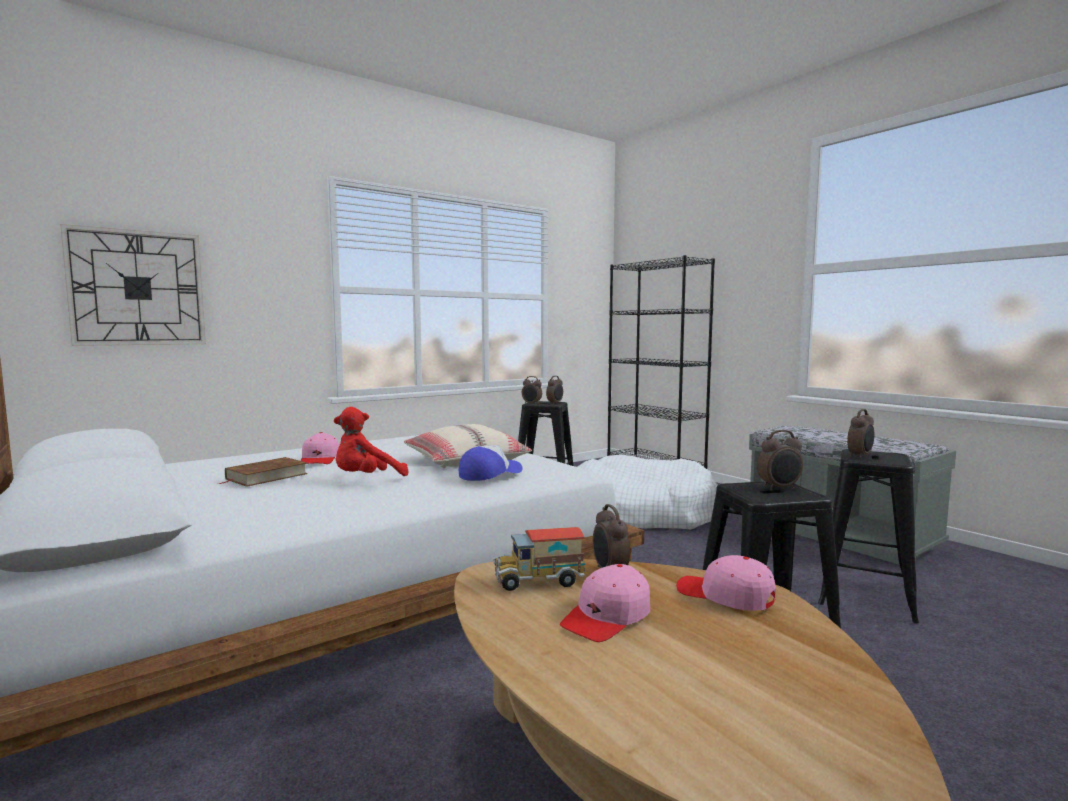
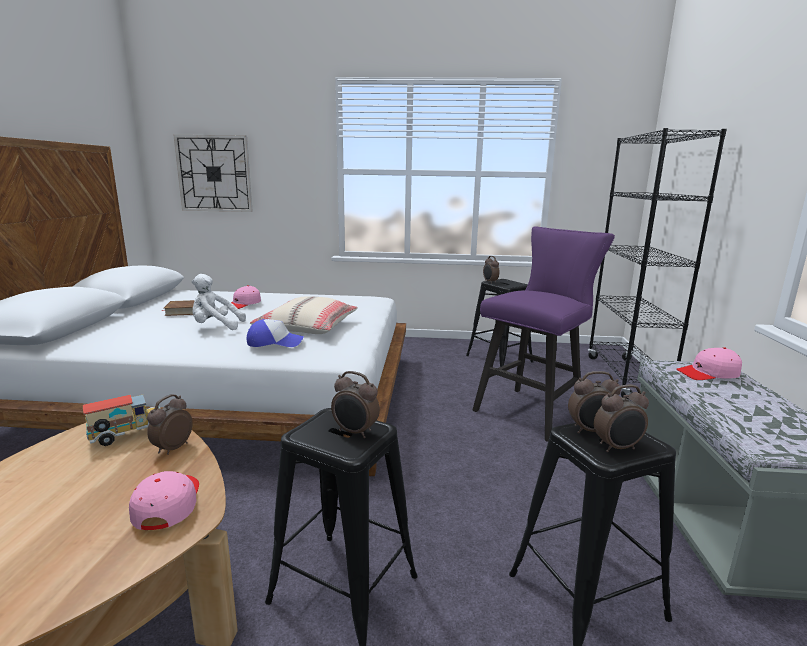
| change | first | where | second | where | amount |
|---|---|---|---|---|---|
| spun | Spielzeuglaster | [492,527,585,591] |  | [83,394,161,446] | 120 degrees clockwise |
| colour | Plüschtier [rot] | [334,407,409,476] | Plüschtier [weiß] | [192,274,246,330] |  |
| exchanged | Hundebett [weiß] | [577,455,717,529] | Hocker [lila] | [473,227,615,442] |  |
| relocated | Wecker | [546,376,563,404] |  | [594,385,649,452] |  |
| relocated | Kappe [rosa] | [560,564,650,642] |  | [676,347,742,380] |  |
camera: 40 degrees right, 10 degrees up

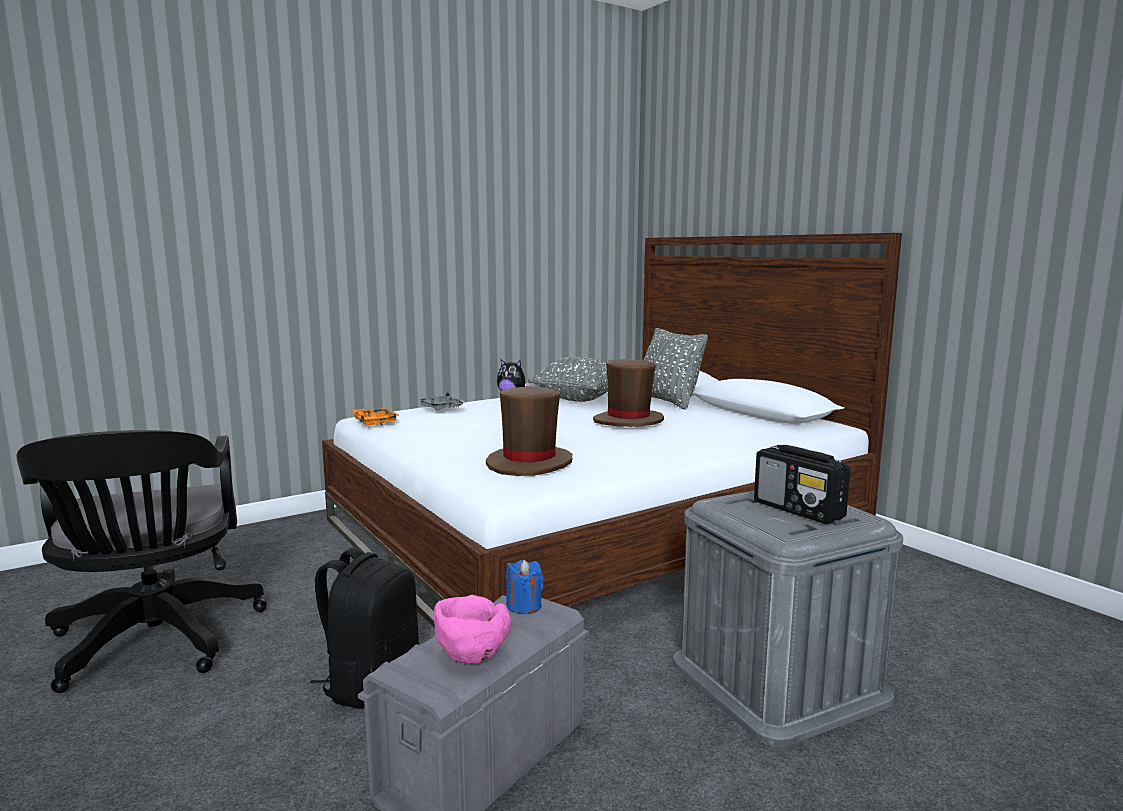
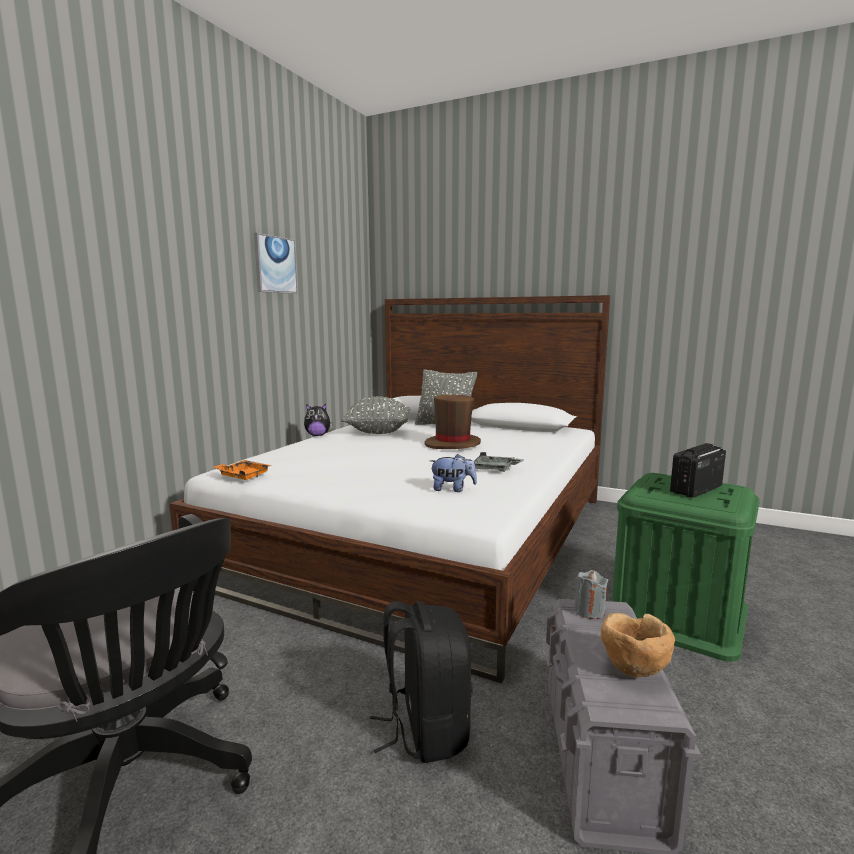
| change | first | where | second | where | amount |
|---|---|---|---|---|---|
| appeared |  |  | Bild | [254,233,298,294] |  |
| exchanged | Hut [braun] | [486,386,573,476] | Plüschtier | [430,454,477,492] |  |
| relocated | Tablett [grau] | [417,392,466,410] |  | [473,452,524,472] |  |
| colour | Kerze [blau] | [506,560,544,614] | Kerze [grau] | [574,570,608,619] |  |
| colour | Schüssel [rosa] | [434,595,512,664] | Schüssel [braun] | [601,613,675,678] |  |
| colour | Aufbewahrungsbox [grau] | [673,490,903,747] | Aufbewahrungsbox [grün] | [612,473,760,662] |  |
| spun | Radio | [754,445,850,524] |  | [670,443,726,498] | 120 degrees clockwise |
camera: 30 degrees left, 0 degrees up

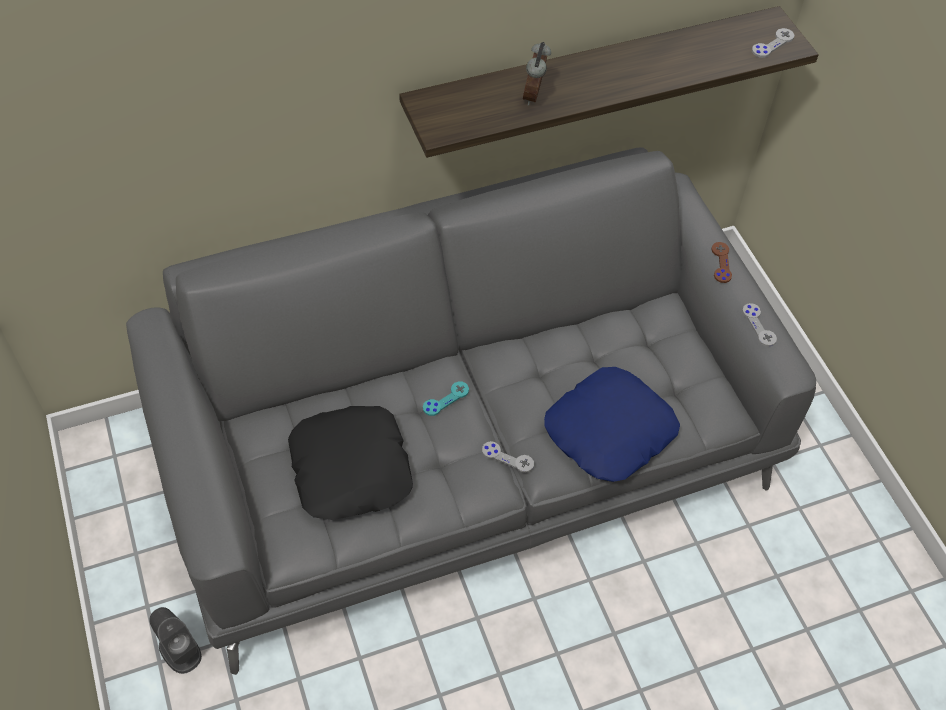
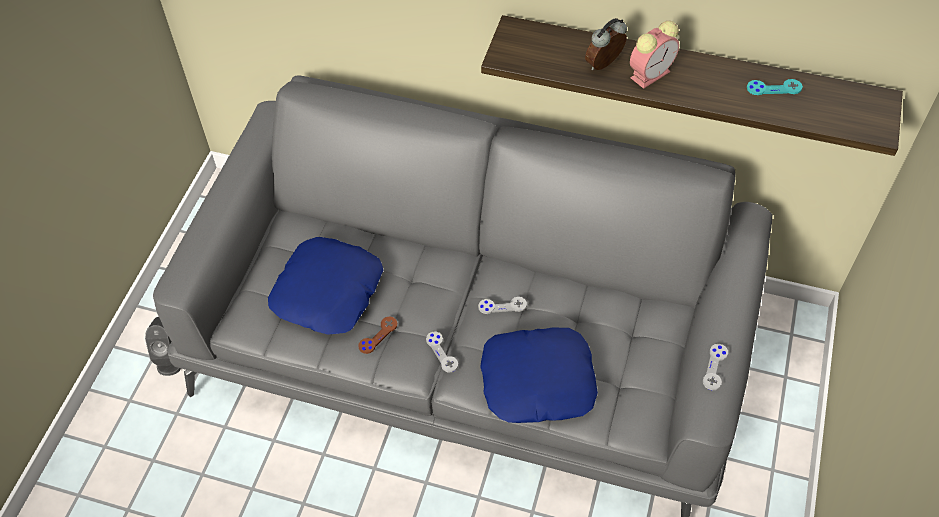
| change | first | where | second | where | amount |
|---|---|---|---|---|---|
| colour | Kissen [schwarz] | [288,406,413,520] | Kissen [blau] | [268,237,383,335] |  |
| relocated | Gamepad [braun] | [711,242,732,283] |  | [358,316,397,354] |  |
| relocated | Gamepad [grau] | [752,28,794,58] |  | [478,297,527,314] |  |
| appeared |  |  | Wecker | [630,21,679,89] |  |
| relocated | Gamepad [türkis] | [423,382,469,416] |  | [747,79,803,95] |  |
camera: 40 degrees right, 0 degrees up

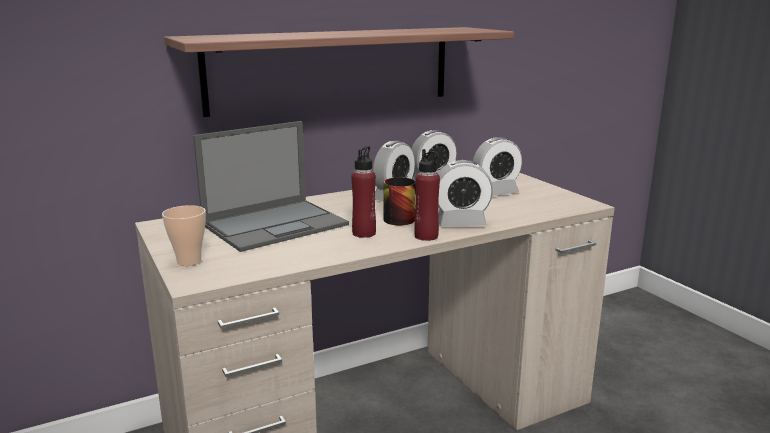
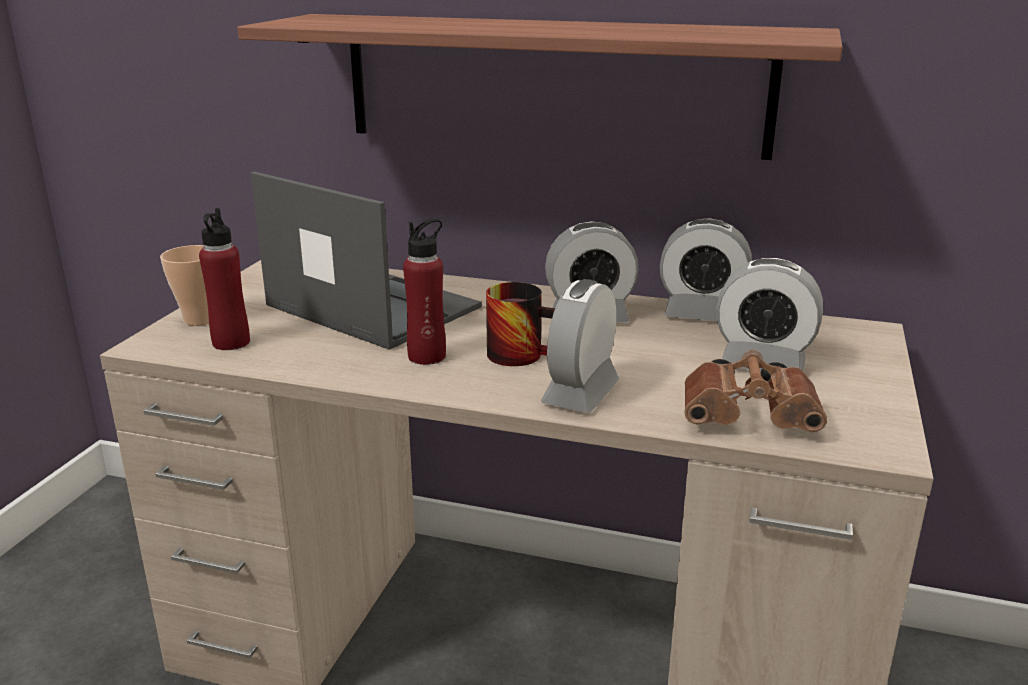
| change | first | where | second | where | amount |
|---|---|---|---|---|---|
| relocated | Flasche [rot] | [414,149,440,241] |  | [199,208,250,350] |  |
| spun | Laptop | [193,121,349,252] |  | [251,172,482,350] | 150 degrees counterclockwise |
| spun | Wecker | [438,160,493,227] |  | [541,279,619,413] | 75 degrees clockwise |
| appeared |  |  | Fernglas [braun] | [684,350,827,432] |  |
camera: 45 degrees right, 5 degrees up

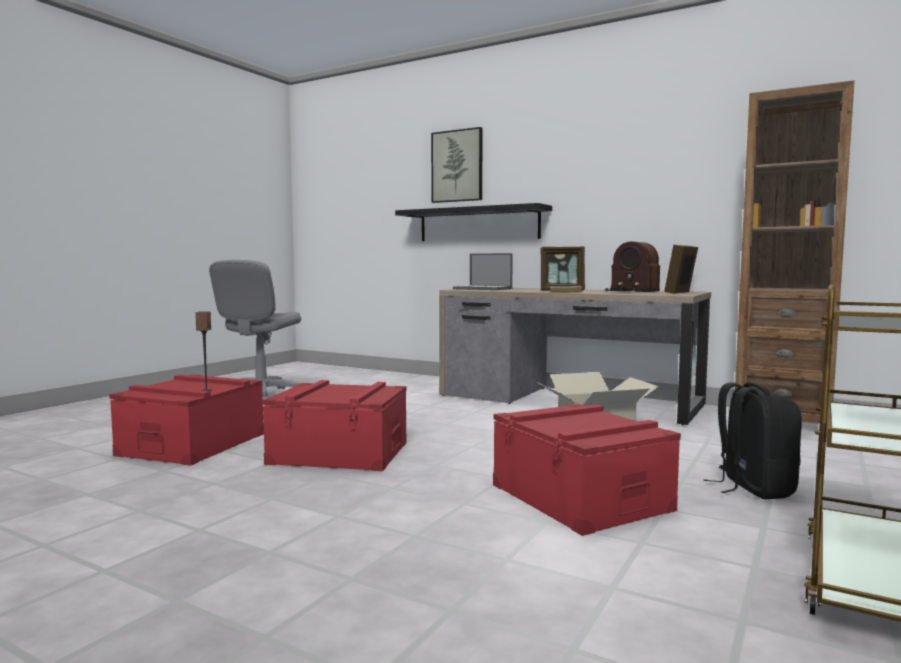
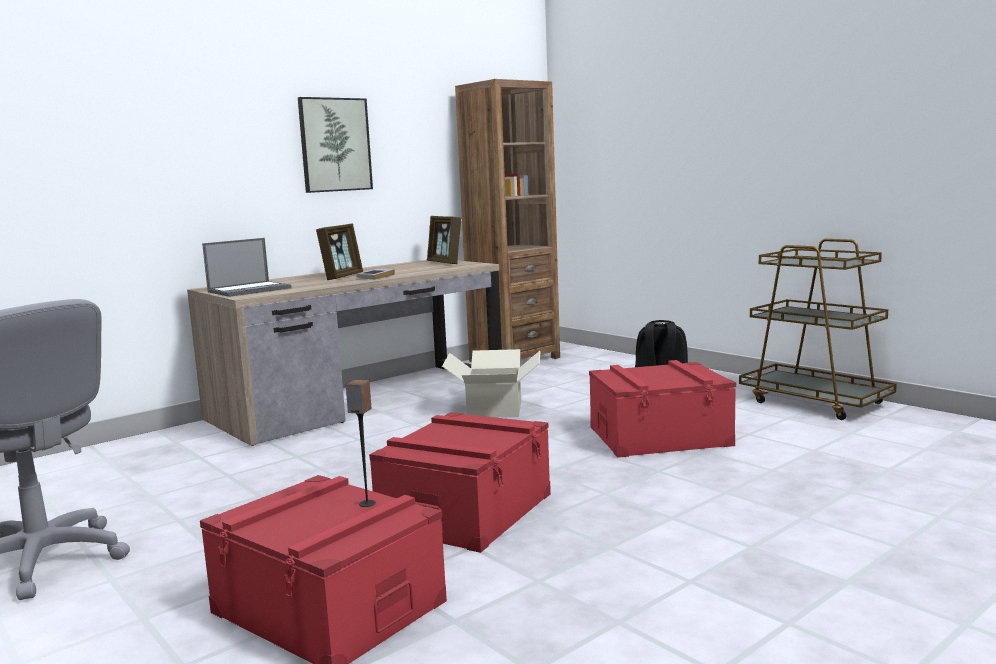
| change | first | where | second | where | amount |
|---|---|---|---|---|---|
| relocated | Bild | [431,127,483,203] |  | [298,97,373,193] |  |
| missing | Wandregal [schwarz] | [395,203,552,241] |  |  |  |
| missing | Radio | [605,242,660,292] |  |  |  |
camera: 70 degrees left, 5 degrees up

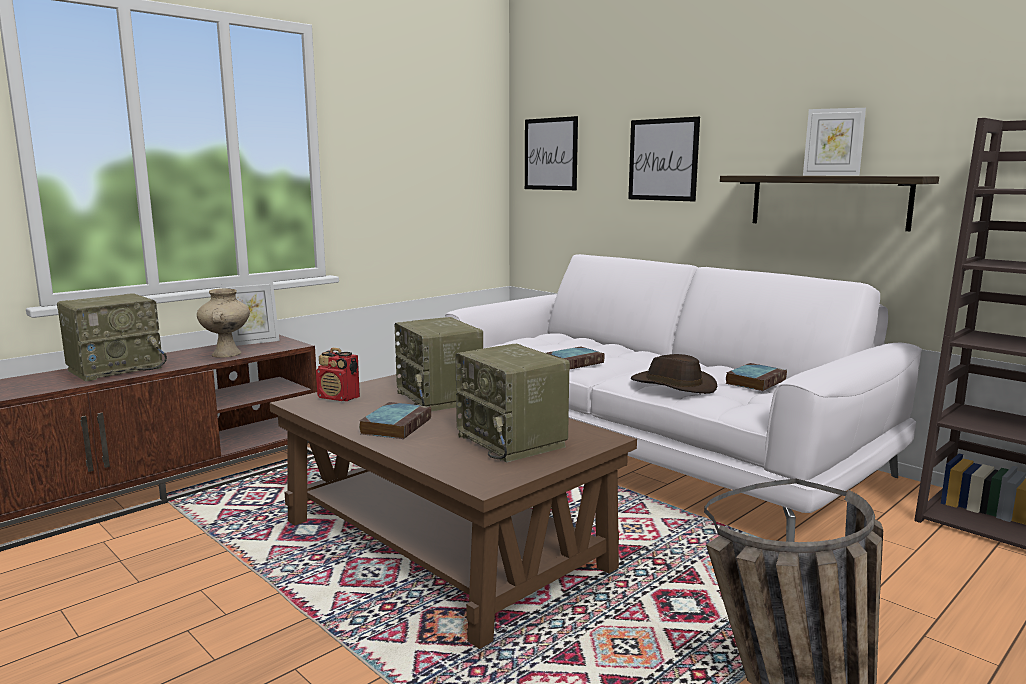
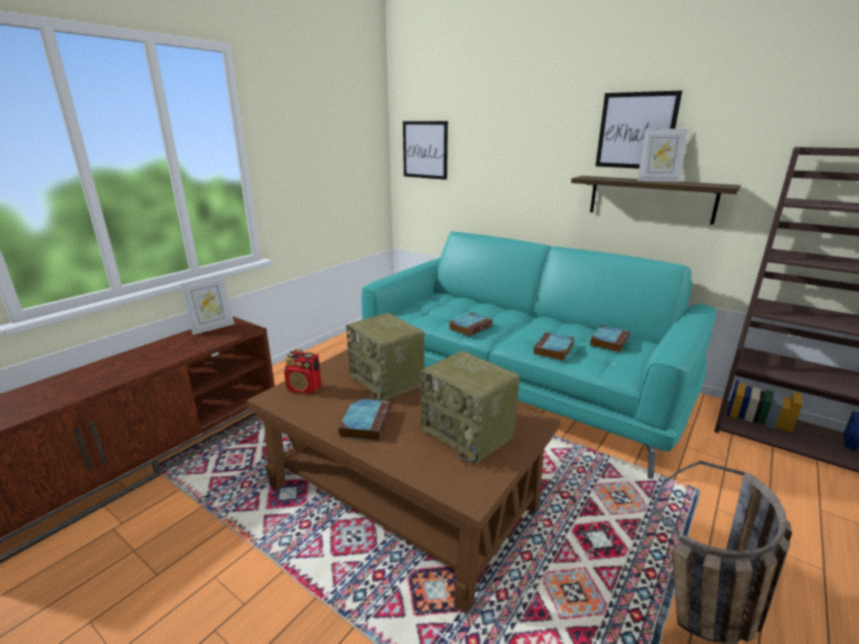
| change | first | where | second | where | amount |
|---|---|---|---|---|---|
| colour | Sofa [weiß] | [445,254,922,542] | Sofa [türkis] | [361,232,717,479] |  |
| exchanged | Hut [braun] | [631,354,717,394] | Buch | [534,332,574,361] |  |
| relocated | Bild | [628,117,700,201] |  | [596,91,682,169] |  |
| missing | Radio | [57,293,167,382] |  |  |  |
| missing | Vase [beige] | [197,288,250,358] |  |  |  |
camera: 10 degrees left, 10 degrees up

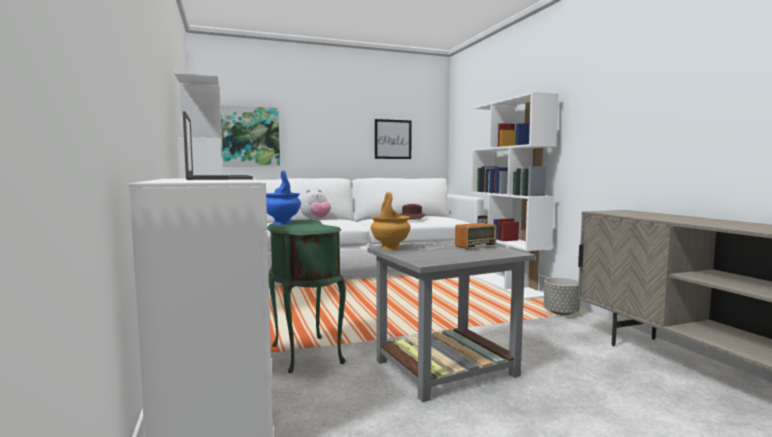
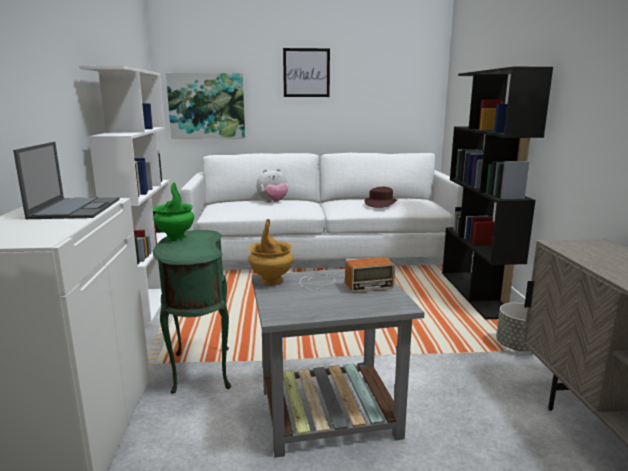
| change | first | where | second | where | amount |
|---|---|---|---|---|---|
| colour | Vase [blau] | [266,171,301,225] | Vase [grün] | [153,182,194,241] |  |
| relocated | Bild | [375,119,412,159] |  | [283,48,330,97] |  |
| colour | Bücherregal [weiß] | [471,92,559,300] | Bücherregal [schwarz] | [442,67,553,320] |  |
camera: 15 degrees right, 10 degrees up

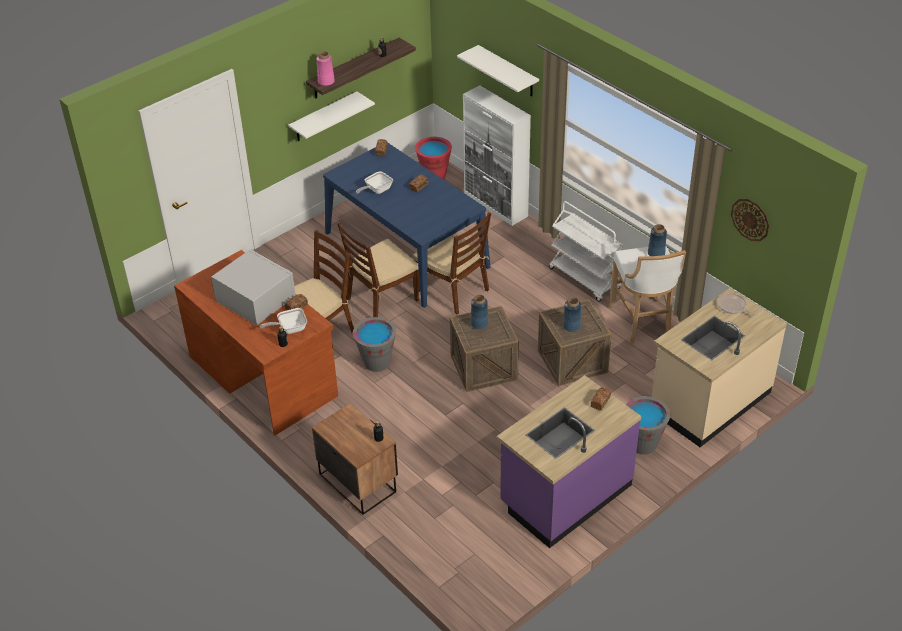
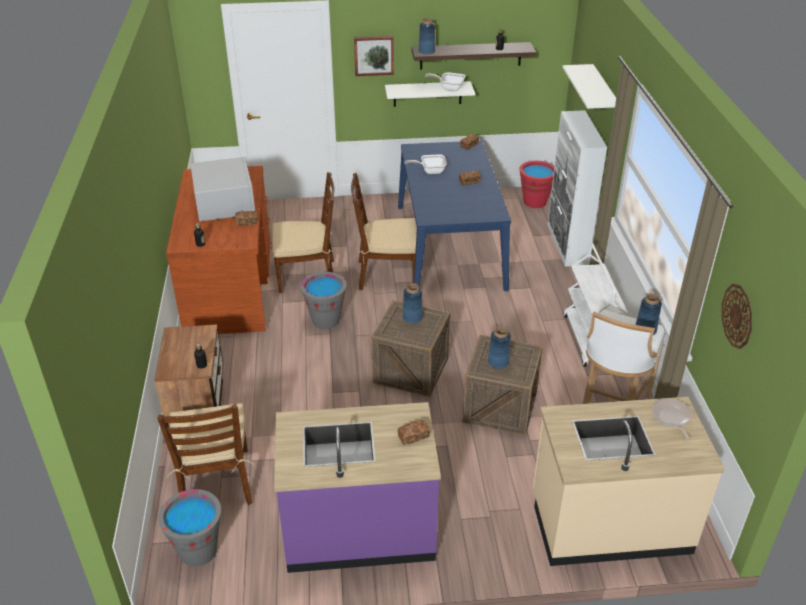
| change | first | where | second | where | amount |
|---|---|---|---|---|---|
| relocated | Stuhl [braun] | [413,212,491,315] |  | [157,403,254,505] |  |
| relocated | Eimer [grau] | [626,396,670,455] |  | [158,489,221,567] |  |
| appeared |  |  | Bild | [354,36,394,76] |  |
| colour | Vase [rosa] | [317,51,335,86] | Vase [blau] | [419,18,435,55] |  |
| relocated | Pfanne | [260,308,307,334] |  | [425,72,466,92] |  |
camera: 35 degrees right, 5 degrees down

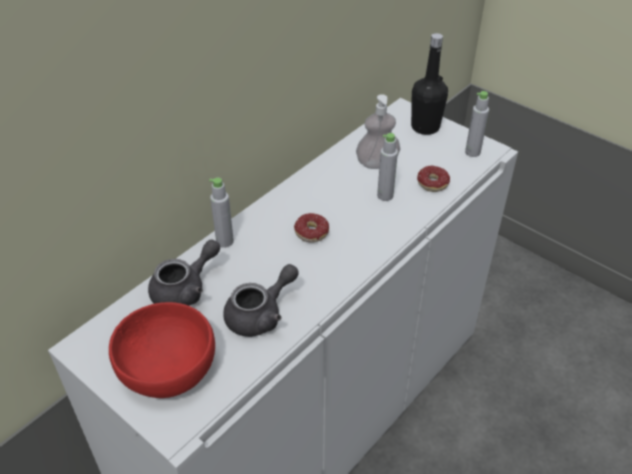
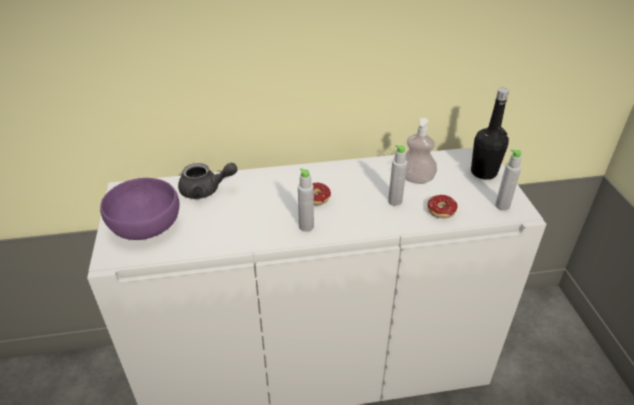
| change | first | where | second | where | amount |
|---|---|---|---|---|---|
| colour | Schüssel [rot] | [109,302,215,398] | Schüssel [lila] | [100,178,180,240] |  |
| relocated | Flasche [grau] | [209,178,234,248] |  | [298,168,314,232] |  |
| missing | Teekanne [grau] | [223,264,299,337] |  |  |  |
camera: 40 degrees right, 5 degrees down

